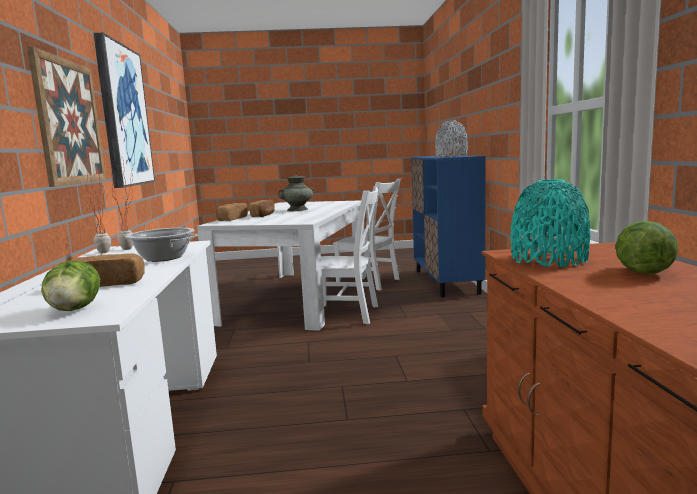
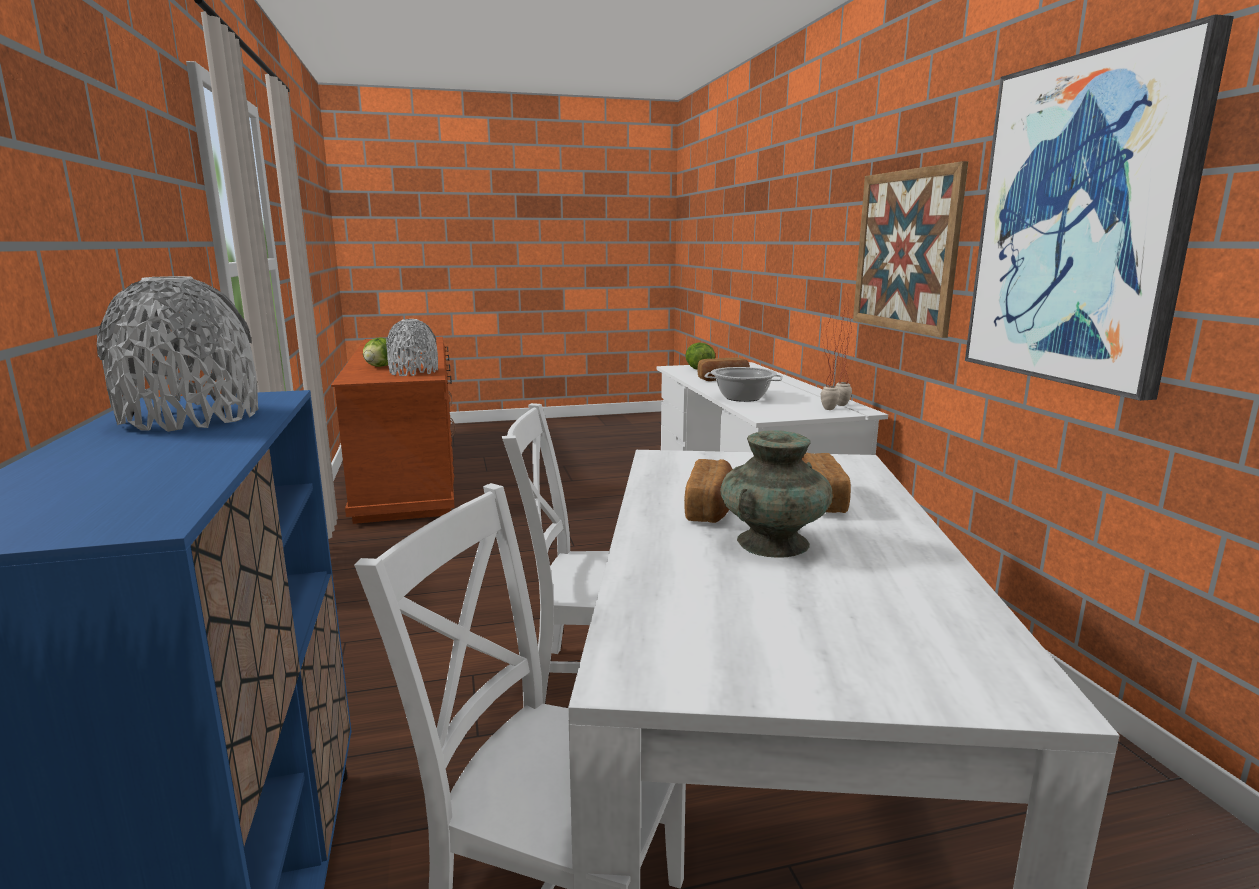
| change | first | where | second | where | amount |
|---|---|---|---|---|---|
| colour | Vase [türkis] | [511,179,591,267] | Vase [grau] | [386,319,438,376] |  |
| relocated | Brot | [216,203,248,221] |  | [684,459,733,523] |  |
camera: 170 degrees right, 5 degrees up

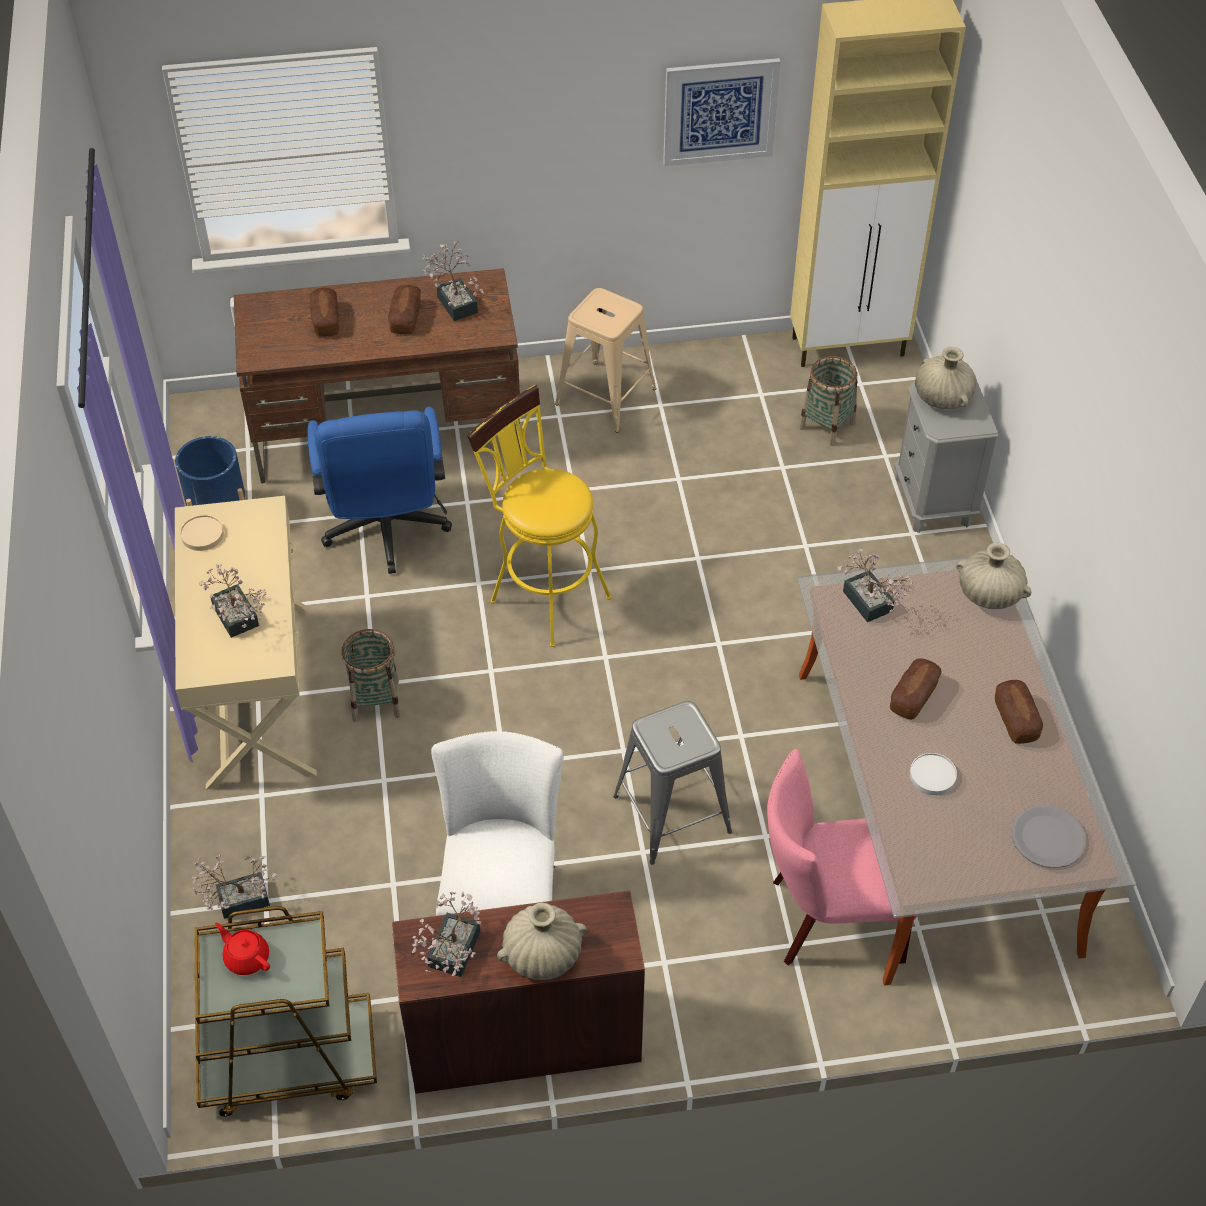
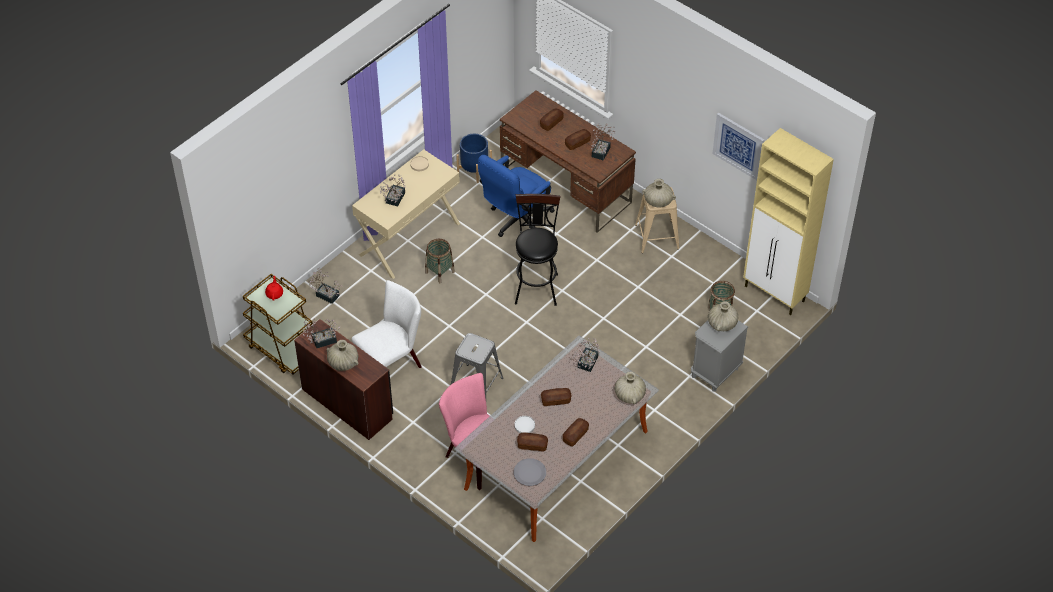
| change | first | where | second | where | amount |
|---|---|---|---|---|---|
| colour | Hocker [gelb] | [467,385,612,647] | Hocker [schwarz] | [515,194,561,306] |  |
| appeared |  |  | Brot | [517,433,548,451] |  |
| appeared |  |  | Vase [beige] | [642,179,676,208] |  |
camera: 50 degrees right, 0 degrees up

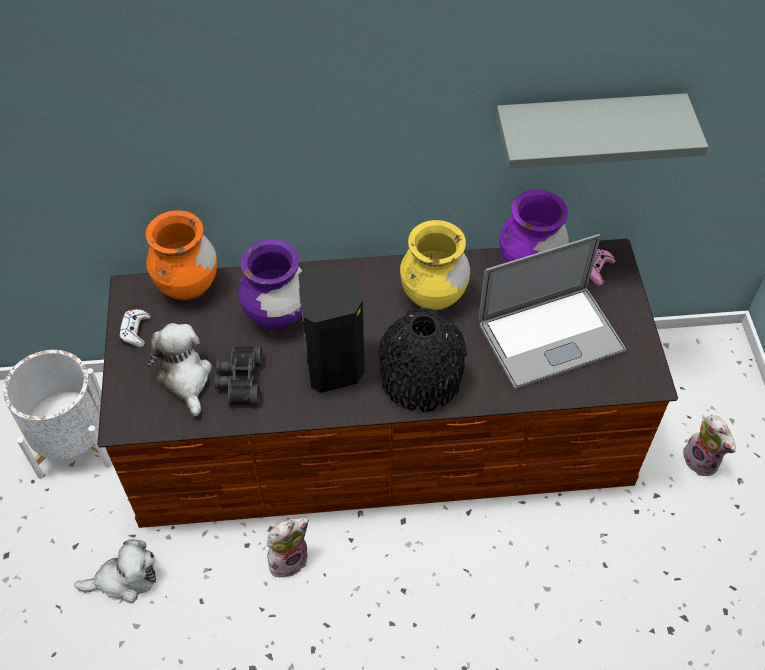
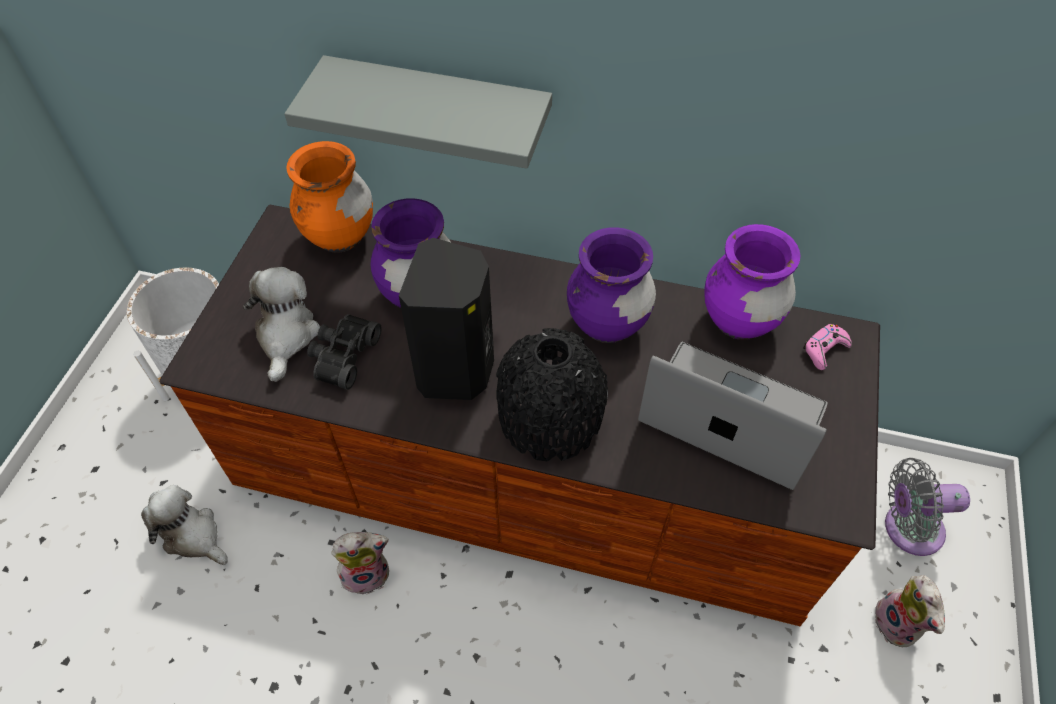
| change | first | where | second | where | amount |
|---|---|---|---|---|---|
| spun | Plüschtier | [74,539,156,603] |  | [141,485,228,565] | 150 degrees counterclockwise |
| relocated | Wandregal [grau] | [496,93,708,169] |  | [284,55,552,169] |  |
| colour | Vase [gelb] | [400,220,470,311] | Vase [lila] | [567,227,656,343] |  |
| spun | Laptop | [478,234,626,389] |  | [638,342,827,490] | 150 degrees counterclockwise |
| appeared |  |  | Ventilator [grau] | [885,458,970,556] |  |
| missing | Gamepad [weiß] | [119,309,151,347] |  |  |  |
camera: 20 degrees right, 0 degrees up

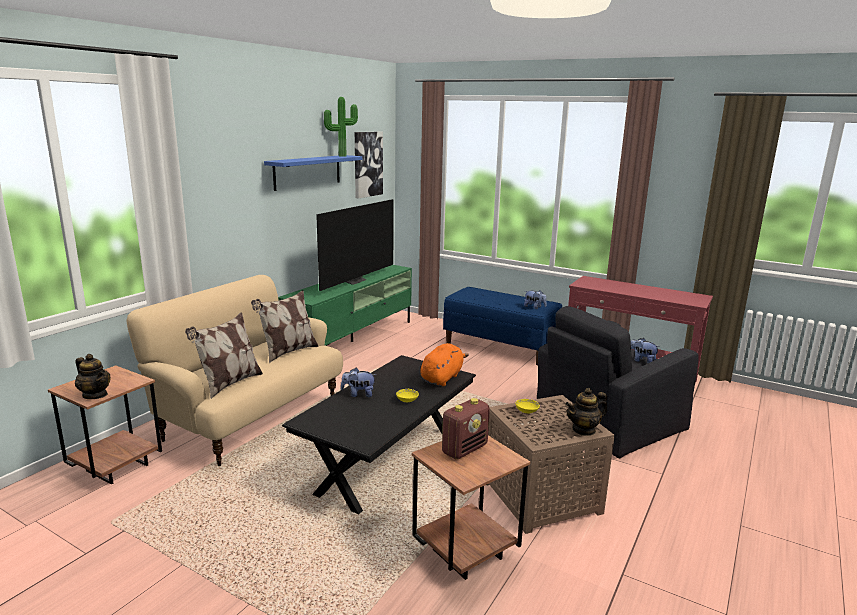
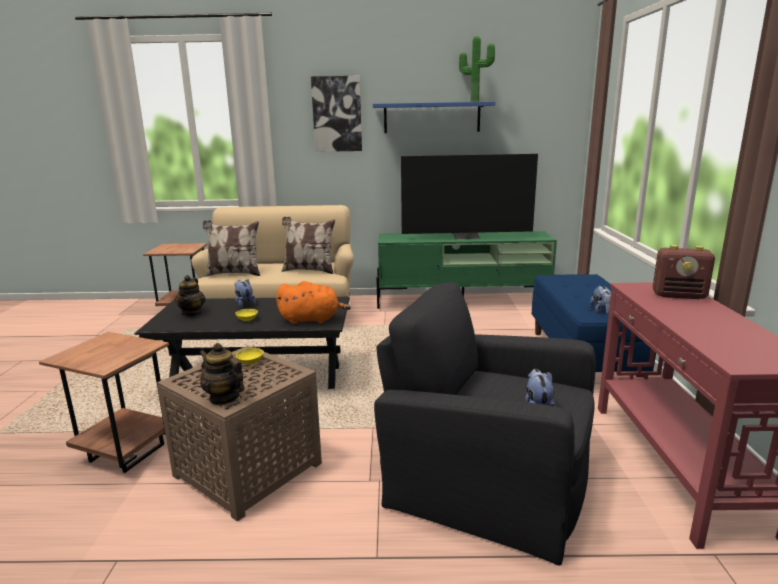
| change | first | where | second | where | amount |
|---|---|---|---|---|---|
| relocated | Teekanne | [75,354,111,399] |  | [175,275,206,316] |  |
| relocated | Bild | [355,132,383,198] |  | [311,76,362,152] |  |
| relocated | Radio | [442,398,490,460] |  | [653,245,715,299] |  |
camera: 60 degrees right, 0 degrees up

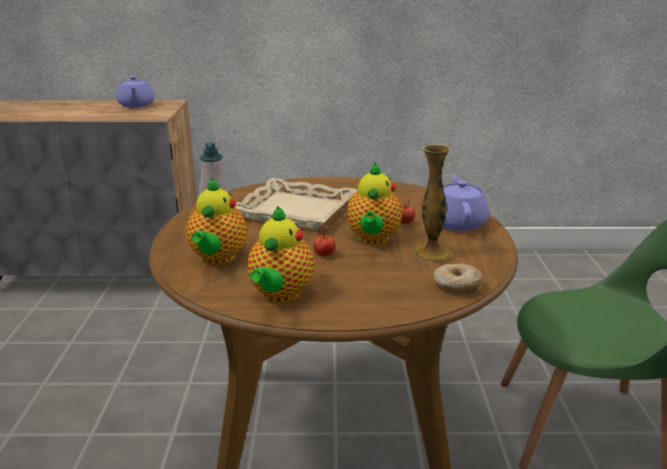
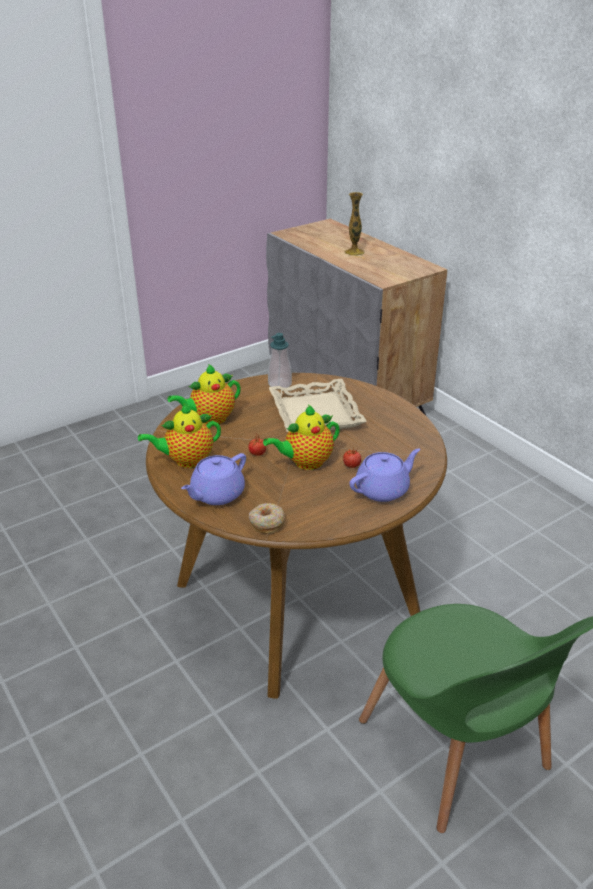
| change | first | where | second | where | amount |
|---|---|---|---|---|---|
| relocated | Teekanne [lila] | [116,76,155,108] |  | [181,453,246,505] |  |
| relocated | Vase | [414,144,452,262] |  | [345,192,365,256] |  |
camera: 55 degrees right, 10 degrees up

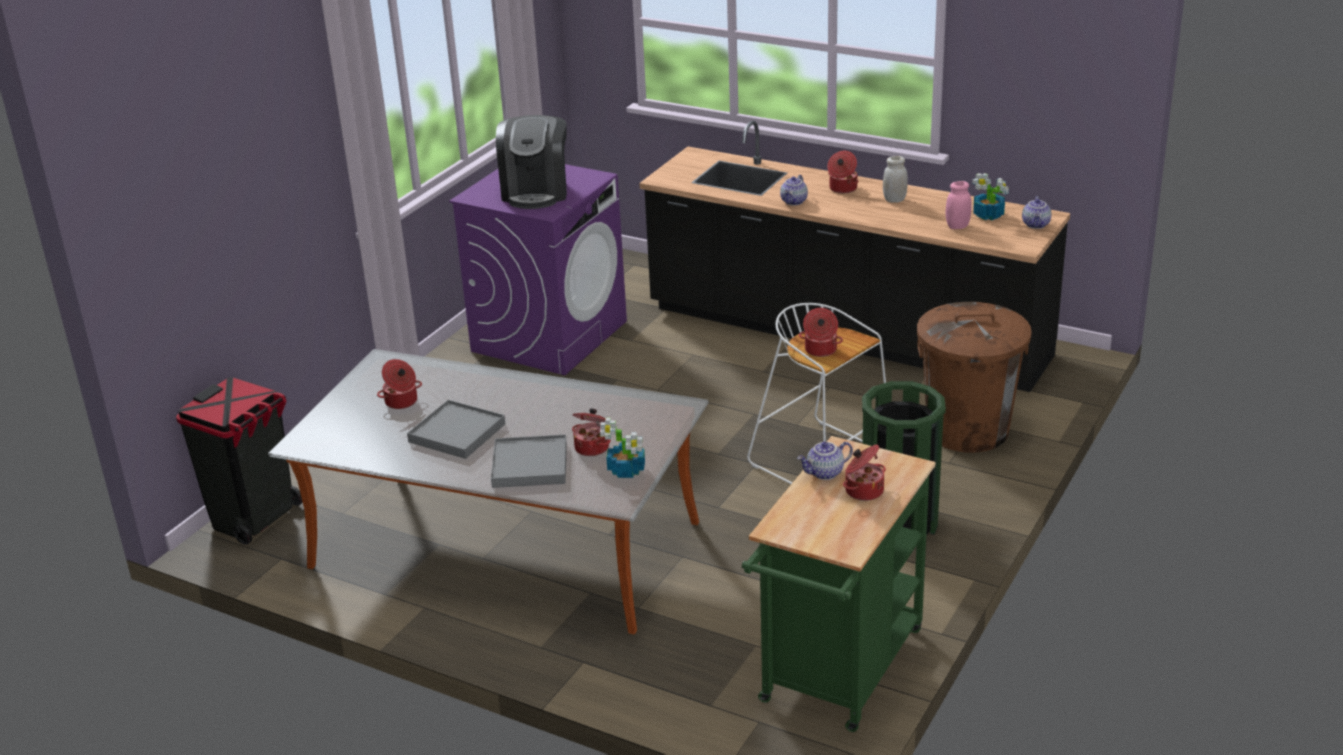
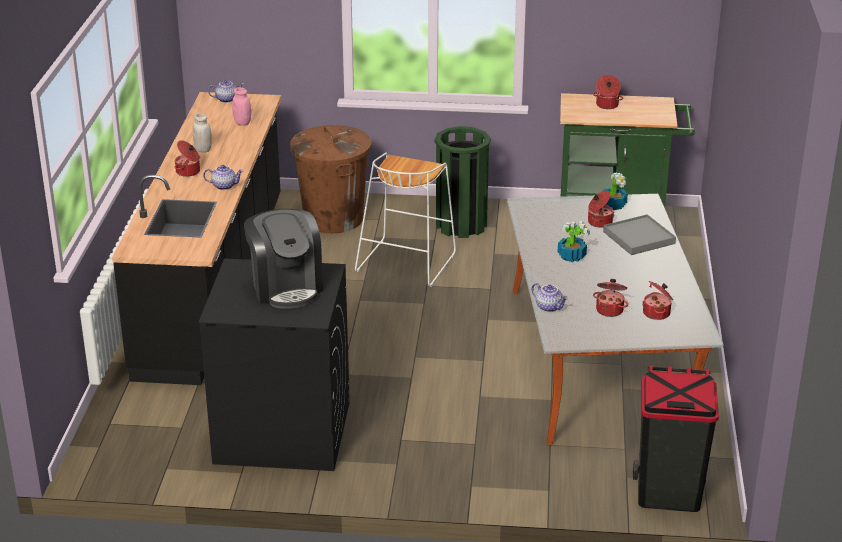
| change | first | where | second | where | amount |
|---|---|---|---|---|---|
| colour | Waschmaschine [lila] | [449,164,627,375] | Waschmaschine [schwarz] | [198,258,350,471] |  |
| spun | Kaffeemaschine | [496,115,567,209] |  | [244,209,323,309] | 90 degrees clockwise |
| relocated | Teekanne | [797,442,853,480] |  | [531,283,568,312] |  |
| relocated | Topfpflanze | [972,173,1009,220] |  | [557,221,590,262] |  |
| relocated | Kochtopf | [799,308,843,357] |  | [643,281,673,320] |  |
| missing | Tablett [grau] | [407,400,506,459] |  |  |  |
camera: 115 degrees left, 0 degrees up

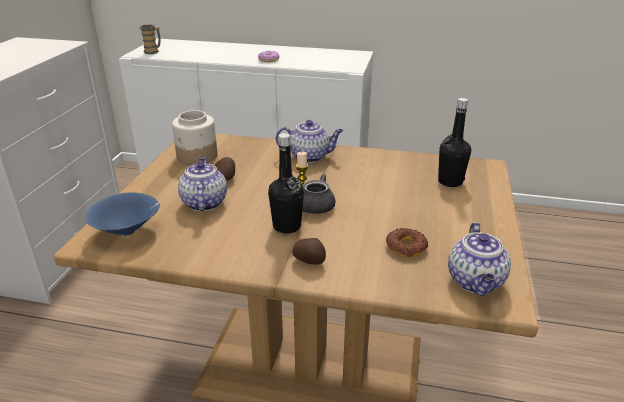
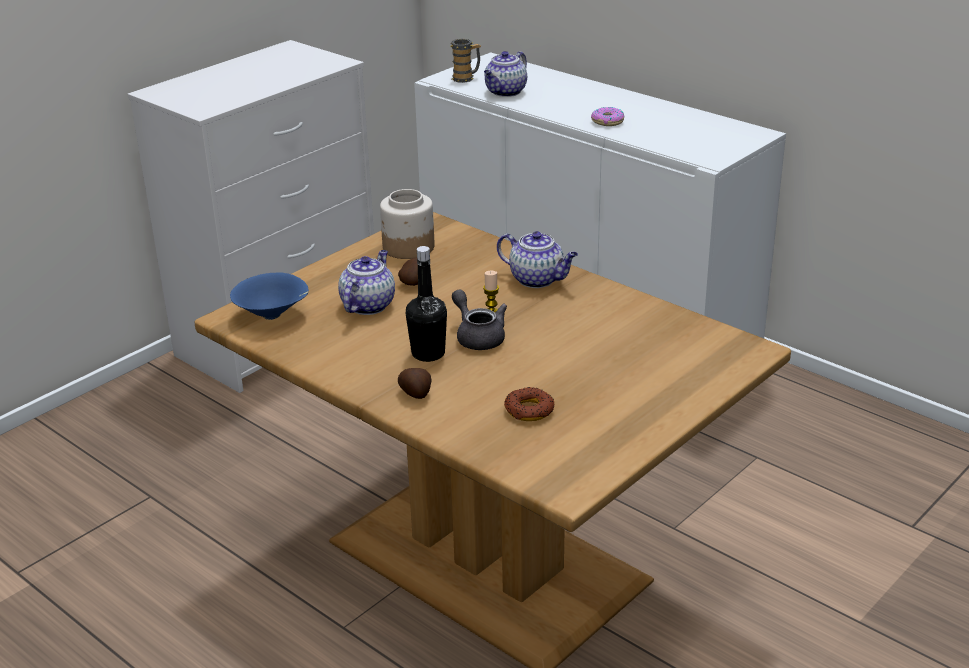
| change | first | where | second | where | amount |
|---|---|---|---|---|---|
| relocated | Teekanne | [448,222,511,296] |  | [484,51,527,97] |  |
| missing | Flasche [schwarz] | [438,98,471,187] |  |  |  |
camera: 30 degrees right, 0 degrees up

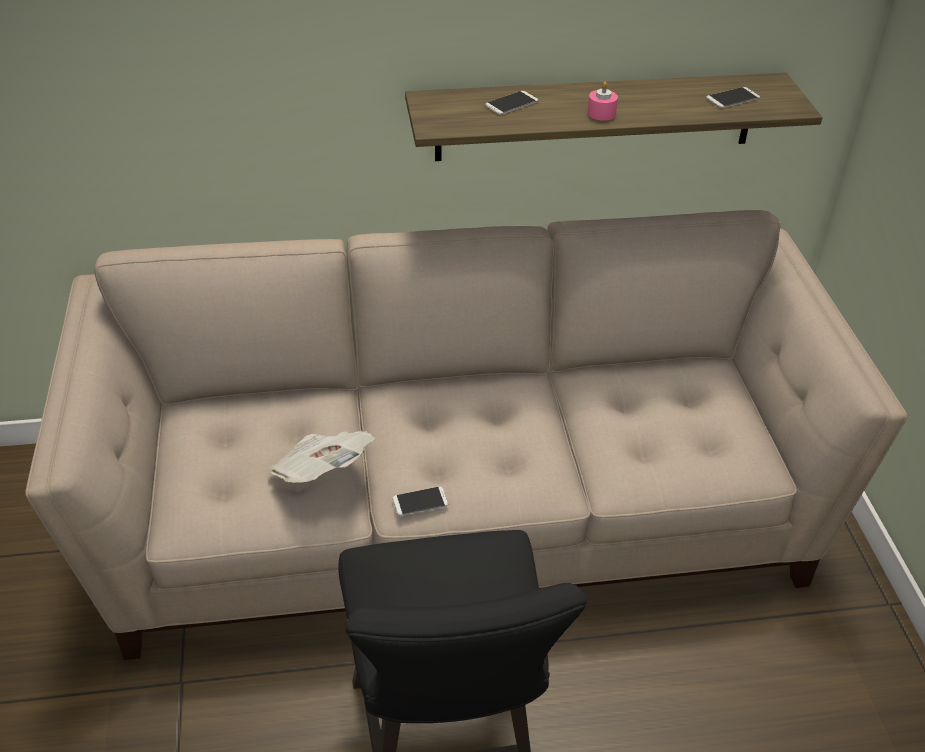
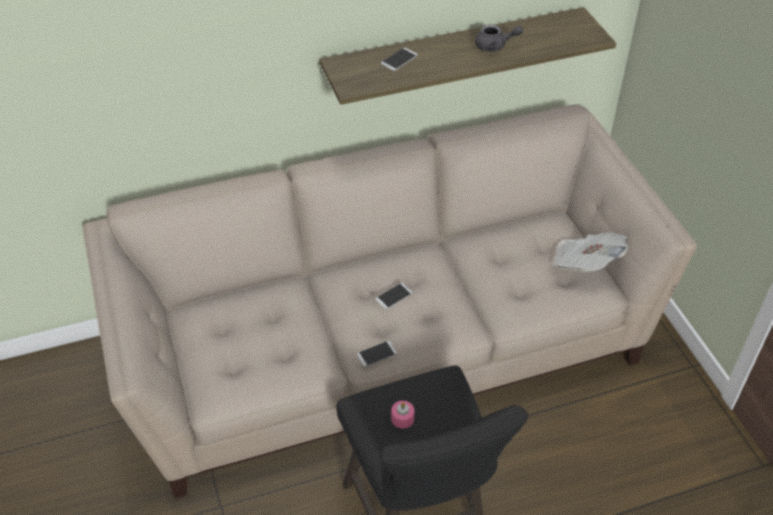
| change | first | where | second | where | amount |
|---|---|---|---|---|---|
| relocated | Handy | [706,87,760,108] |  | [376,283,412,309] |  |
| relocated | Kerze [rosa] | [587,82,618,120] |  | [391,401,414,429] |  |
| appeared |  |  | Teekanne [grau] | [475,24,523,52] |  |
| relocated | Zeitung | [268,431,375,483] |  | [552,232,628,272] |  |
camera: 10 degrees left, 5 degrees up

